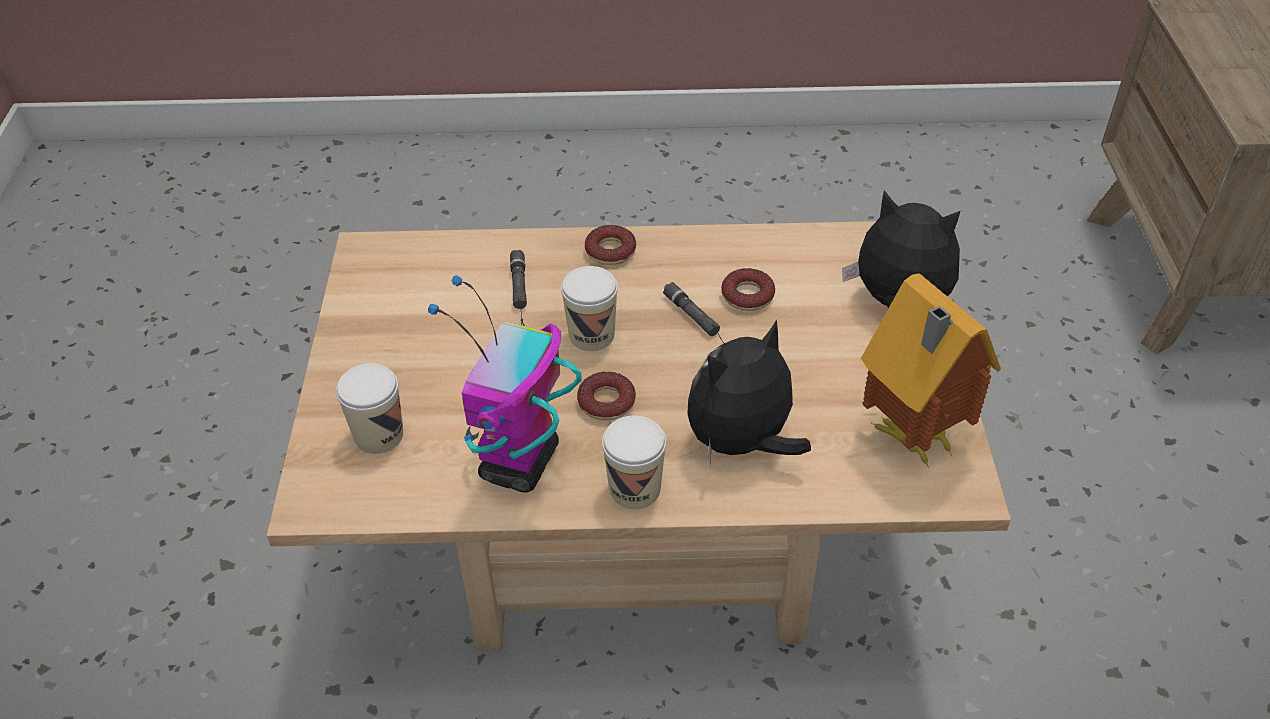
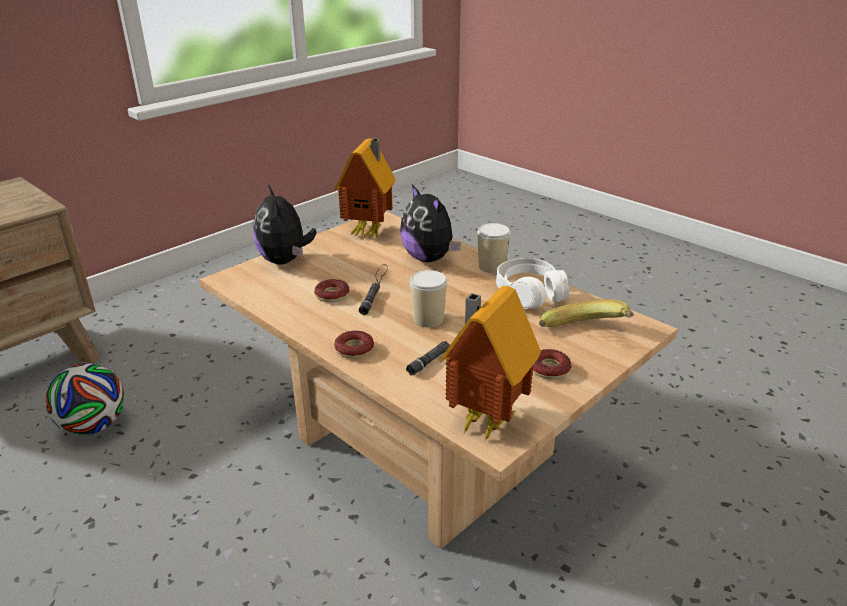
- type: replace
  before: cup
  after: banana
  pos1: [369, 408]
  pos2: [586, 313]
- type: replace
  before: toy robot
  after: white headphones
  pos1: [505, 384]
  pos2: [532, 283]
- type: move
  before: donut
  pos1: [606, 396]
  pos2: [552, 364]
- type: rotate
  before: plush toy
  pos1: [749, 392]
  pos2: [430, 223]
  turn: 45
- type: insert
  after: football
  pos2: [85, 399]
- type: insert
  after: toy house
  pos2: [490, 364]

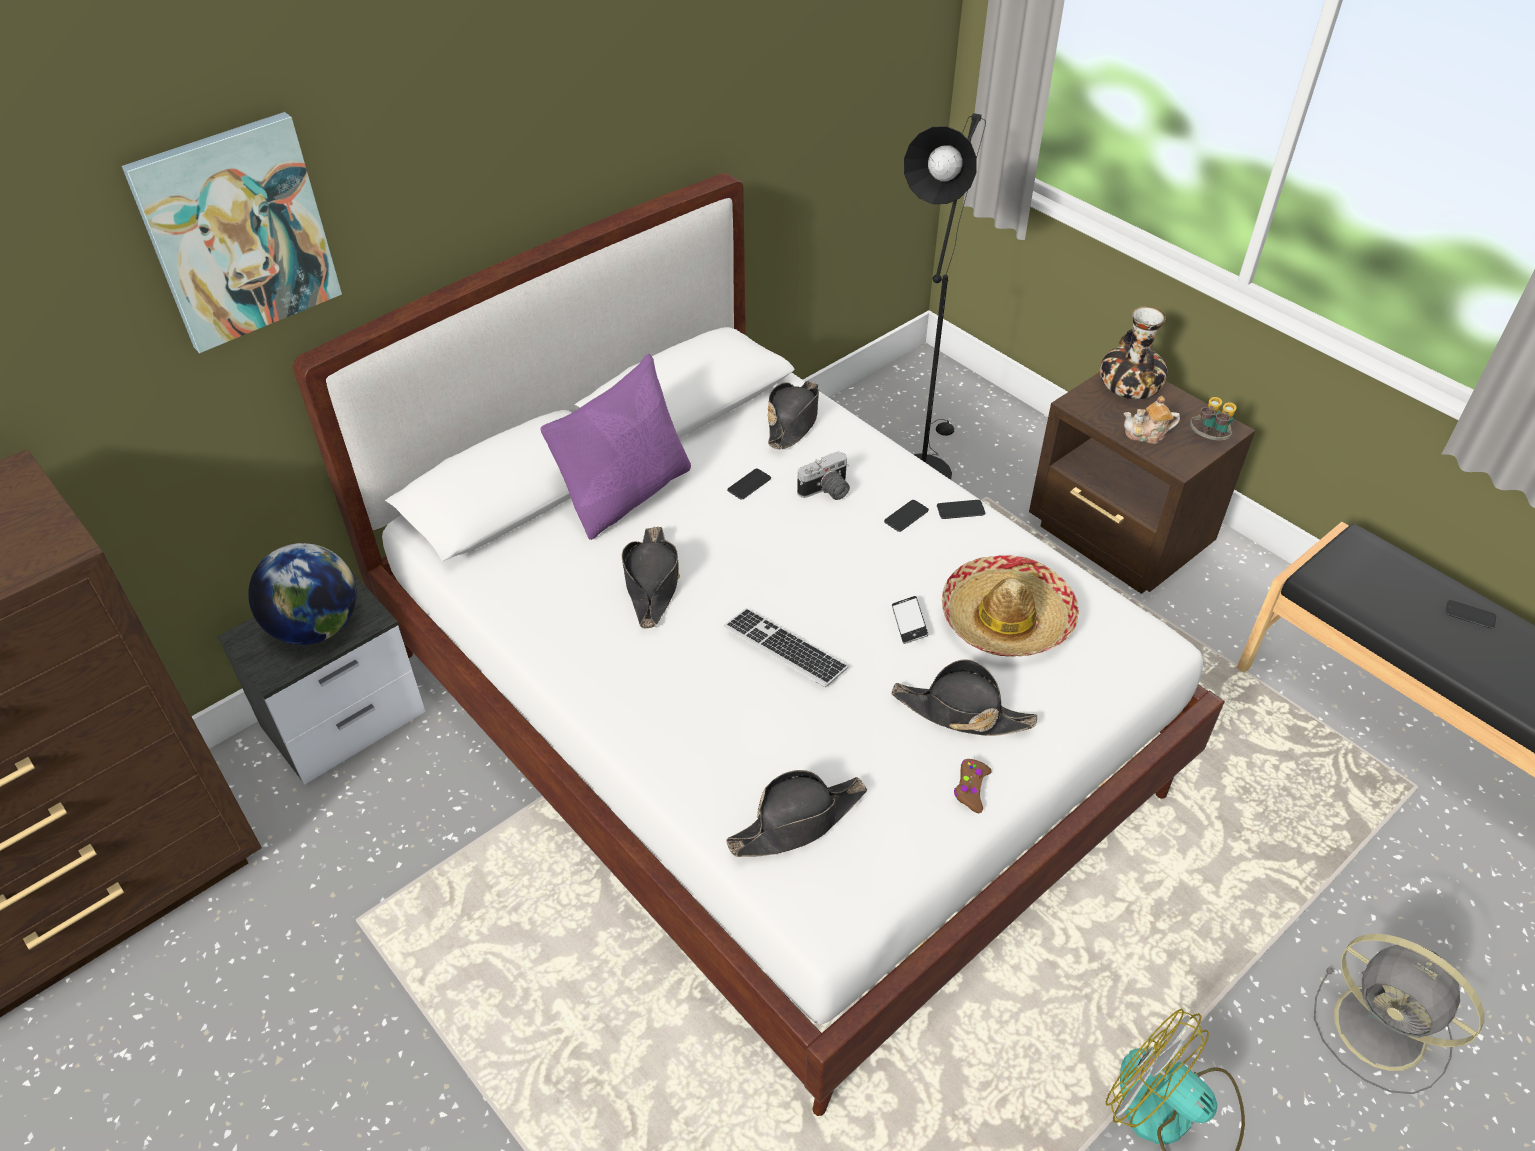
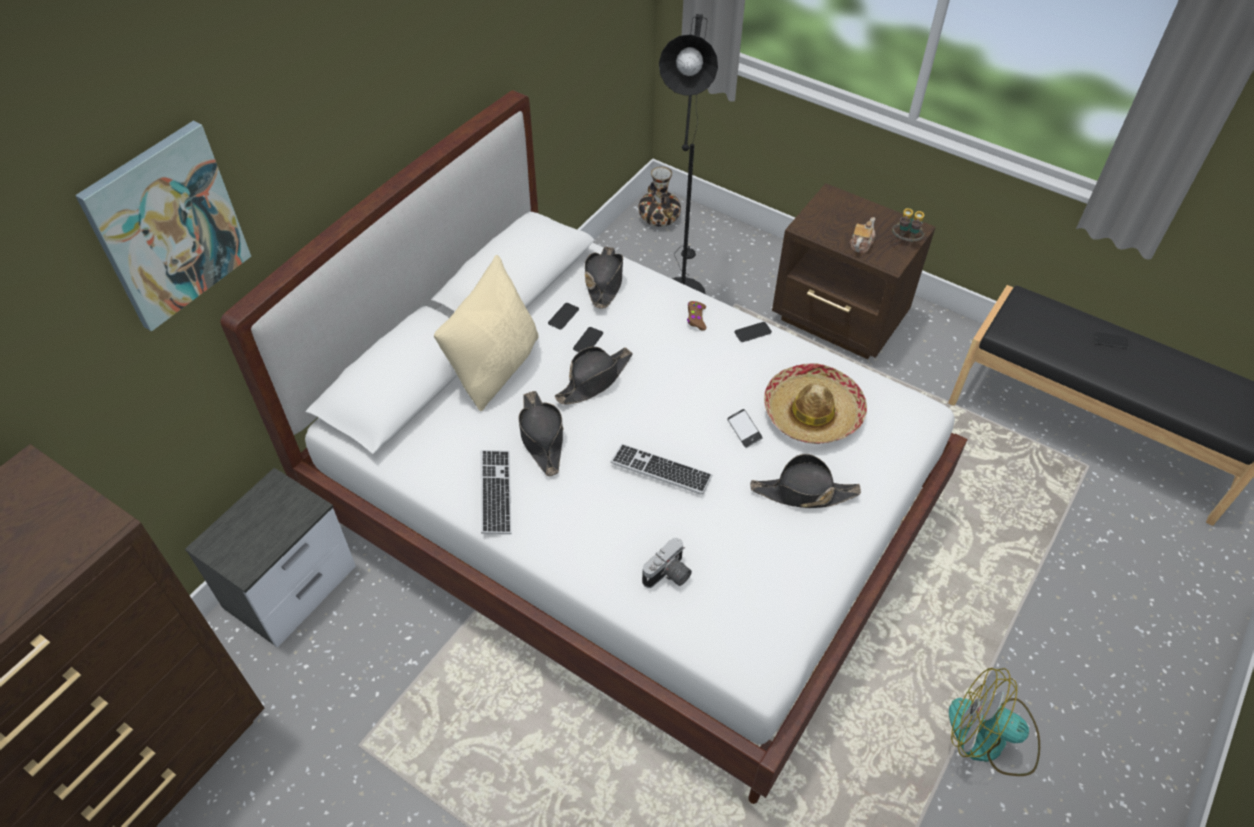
- type: delete
  before: globe
  pos1: [302, 594]
- type: recolor
  before: purple pillow
  after: beige pillow
  pos1: [615, 447]
  pos2: [486, 333]
- type: move
  before: black hat
  pos1: [796, 813]
  pos2: [594, 376]
- type: move
  before: photo camera
  pos1: [823, 475]
  pos2: [667, 562]
- type: move
  before: phone
  pos1: [906, 516]
  pos2: [563, 316]
- type: move
  before: brown game controller
  pos1: [973, 786]
  pos2: [696, 316]
- type: move
  before: vase
  pos1: [1133, 352]
  pos2: [659, 196]
- type: rotate
  before: teapot
  pos1: [1152, 420]
  pos2: [862, 235]
  turn: 135
- type: delete
  before: grey fan
  pos1: [1399, 1014]
- type: insert
  after: keyboard
  pos2: [496, 492]

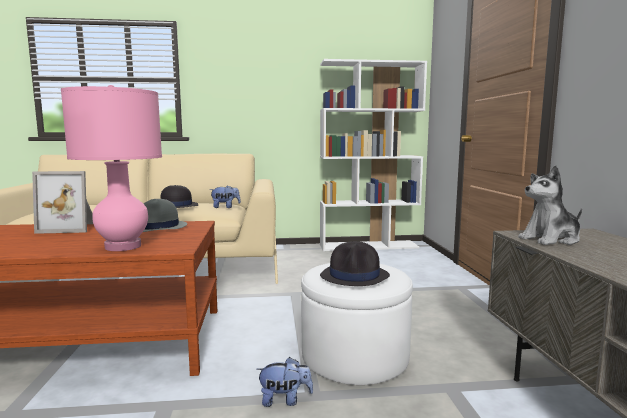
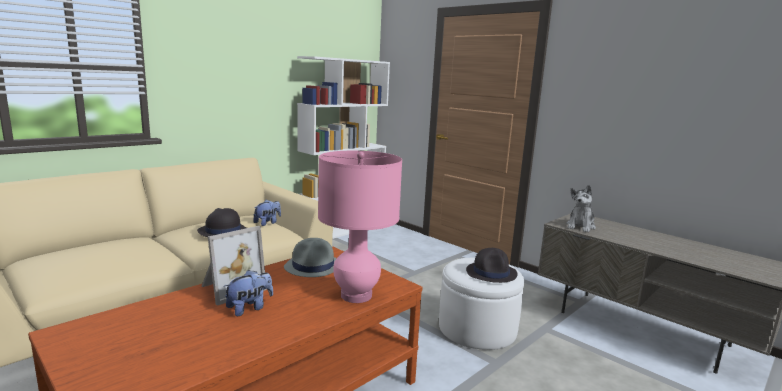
- type: move
  before: plush toy
  pos1: [284, 382]
  pos2: [248, 293]

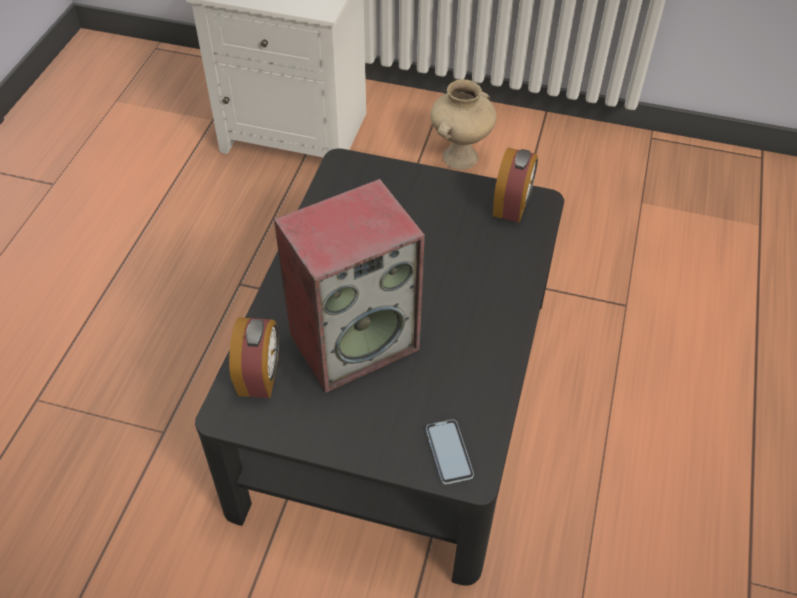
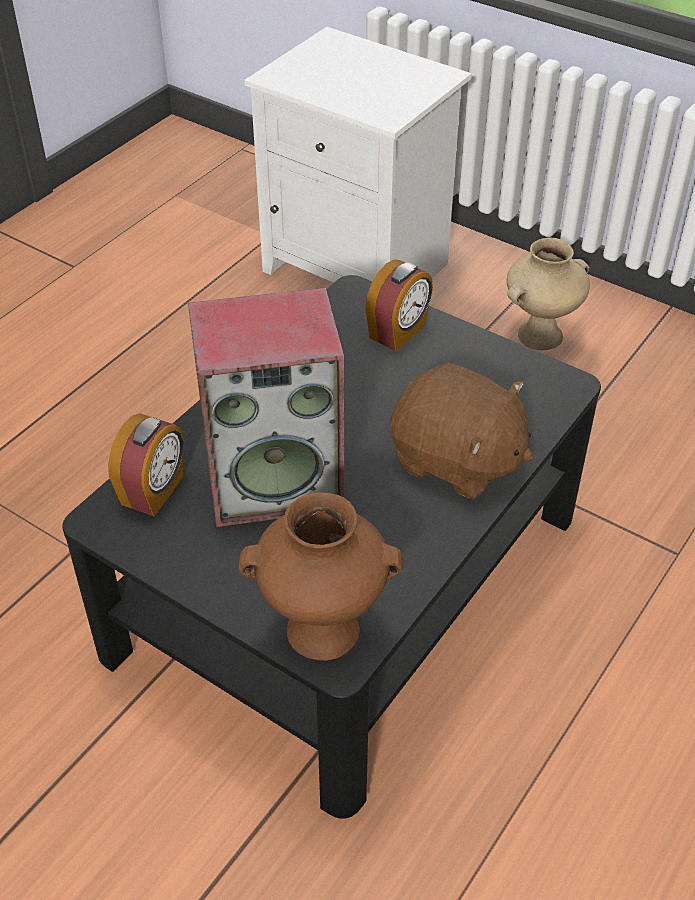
- type: replace
  before: phone
  after: brown vase
  pos1: [450, 452]
  pos2: [320, 577]
- type: move
  before: alarm clock
  pos1: [515, 185]
  pos2: [399, 305]
- type: insert
  after: brown plush toy
  pos2: [462, 431]

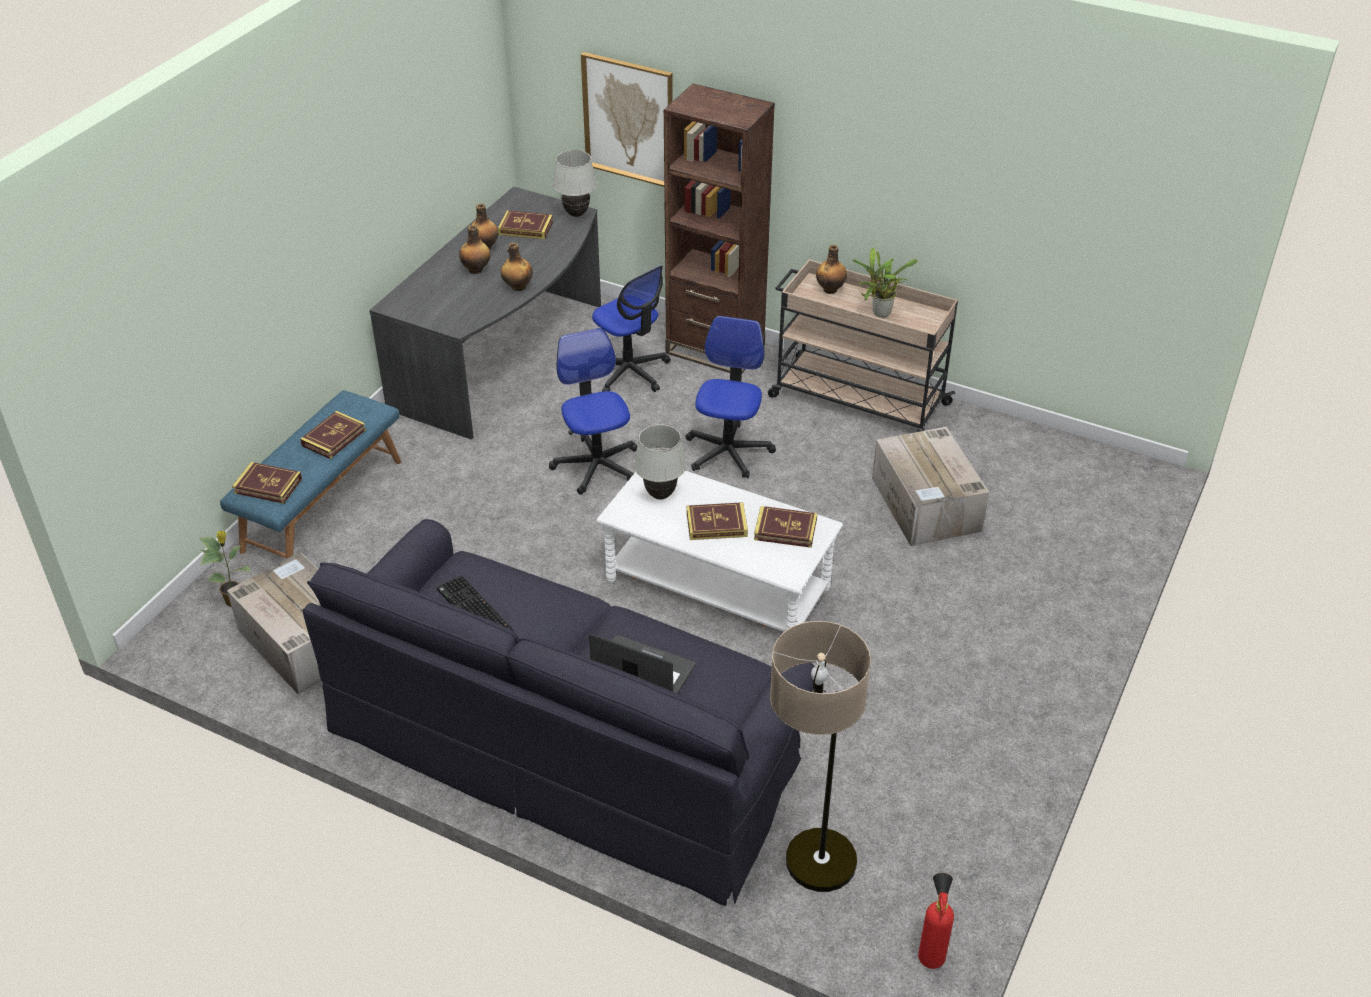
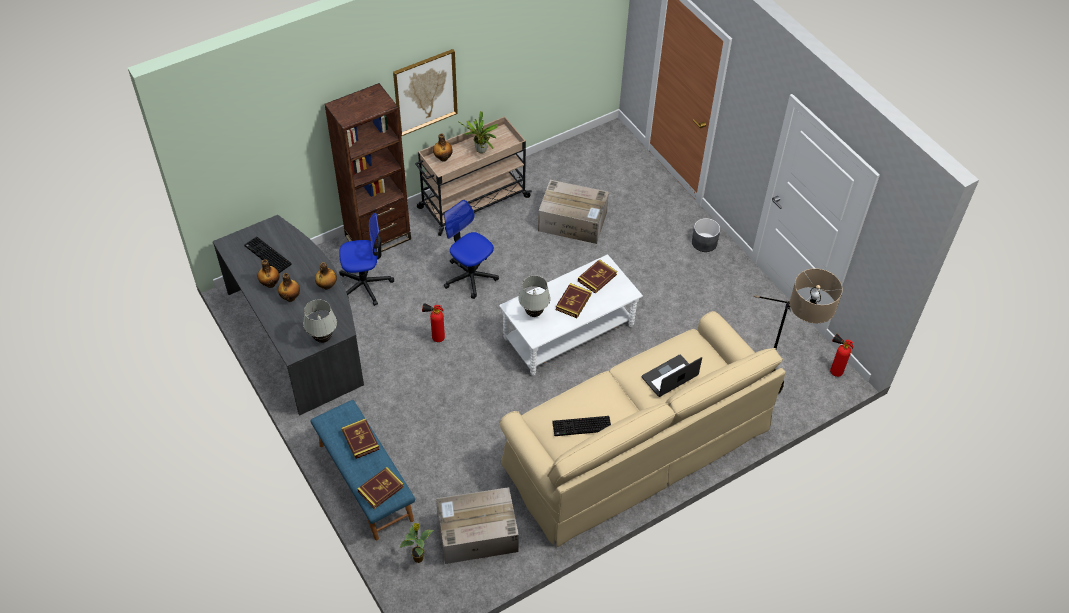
- type: recolor
  before: black sofa
  after: beige sofa
  pos1: [559, 712]
  pos2: [642, 429]
- type: replace
  before: book
  after: keyboard
  pos1: [525, 224]
  pos2: [268, 254]
- type: replace
  before: office chair
  after: fire extinguisher
  pos1: [593, 411]
  pos2: [433, 322]
- type: move
  before: white table lamp
  pos1: [575, 183]
  pos2: [320, 321]
- type: move
  before: picture
  pos1: [627, 119]
  pos2: [425, 92]
- type: insert
  after: grey planter
  pos2: [706, 235]

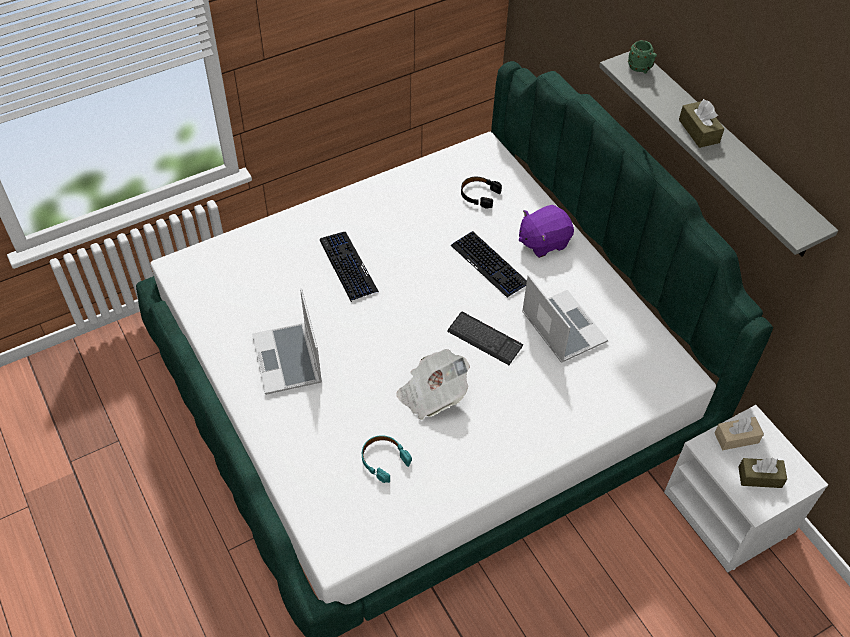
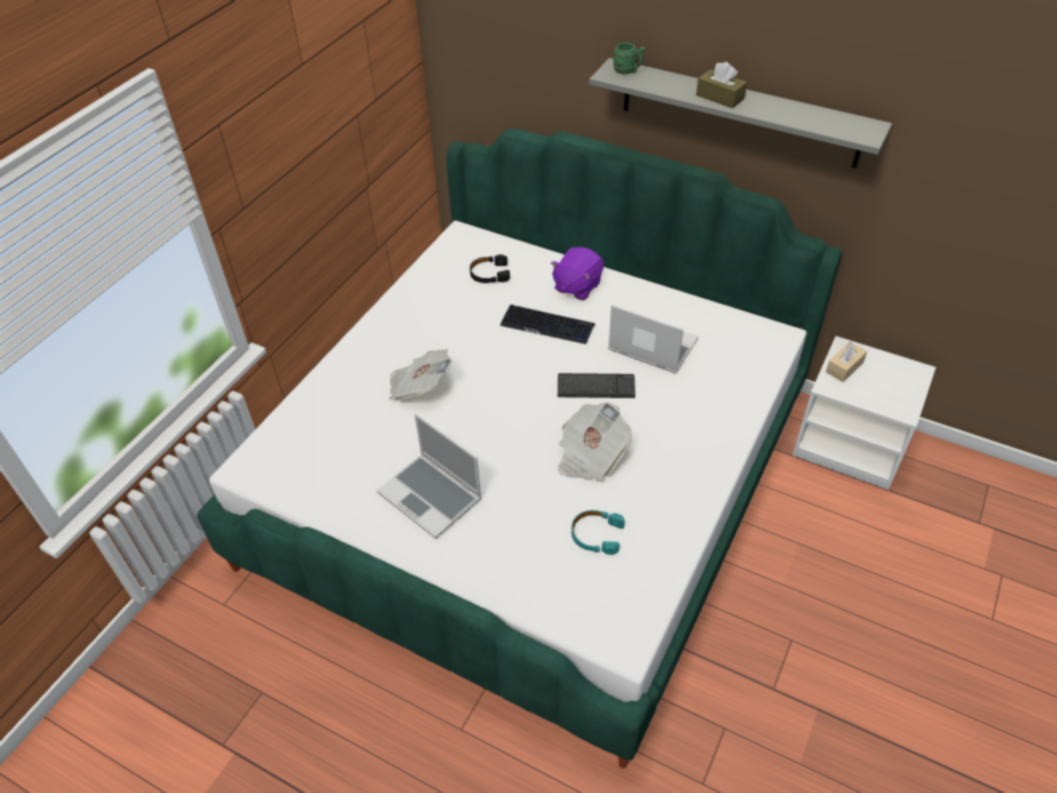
- type: replace
  before: keyboard
  after: newspaper
  pos1: [349, 267]
  pos2: [421, 374]
- type: delete
  before: brown tissue box
  pos1: [762, 473]

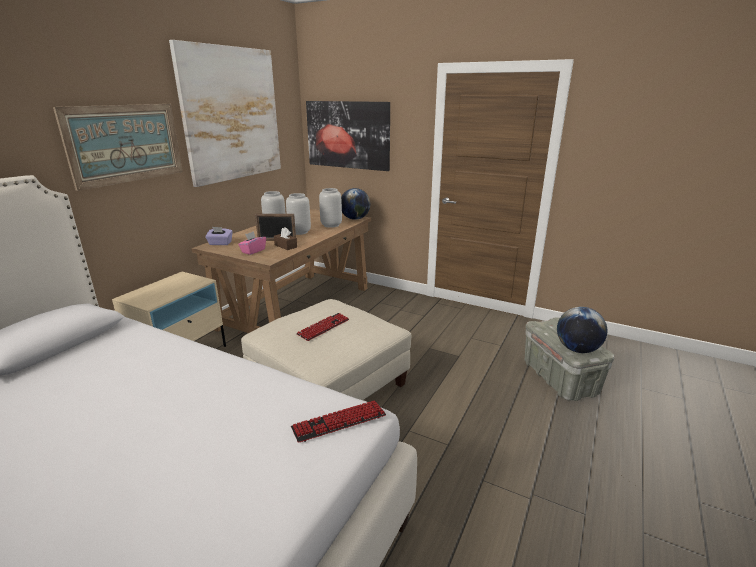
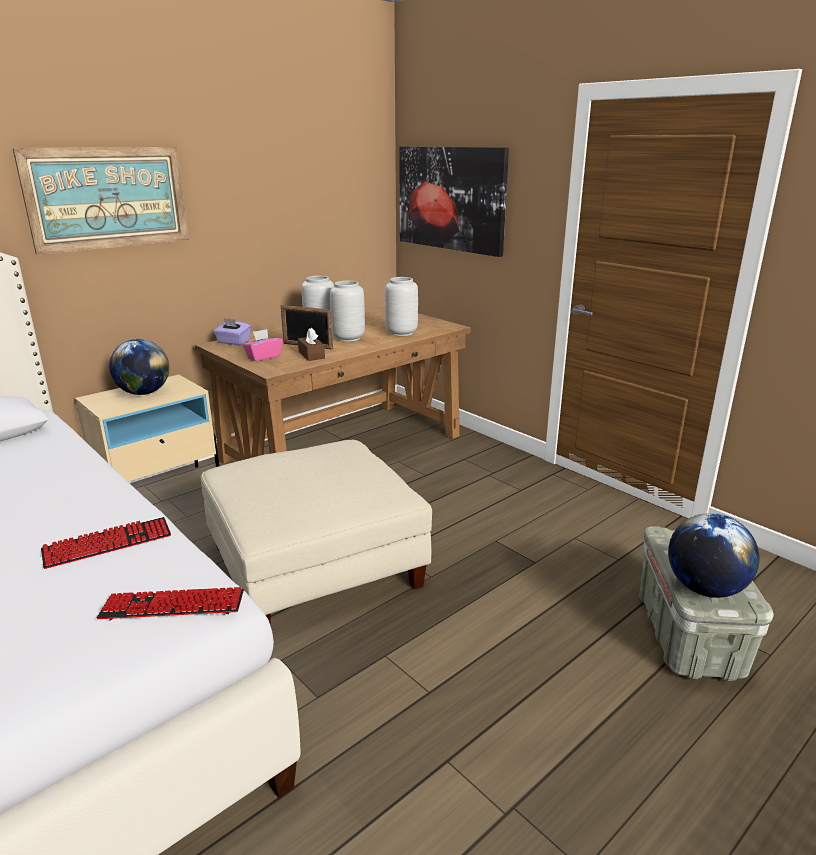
- type: delete
  before: picture
  pos1: [225, 113]
- type: move
  before: keyboard
  pos1: [323, 327]
  pos2: [106, 543]
- type: move
  before: globe
  pos1: [355, 204]
  pos2: [139, 367]

